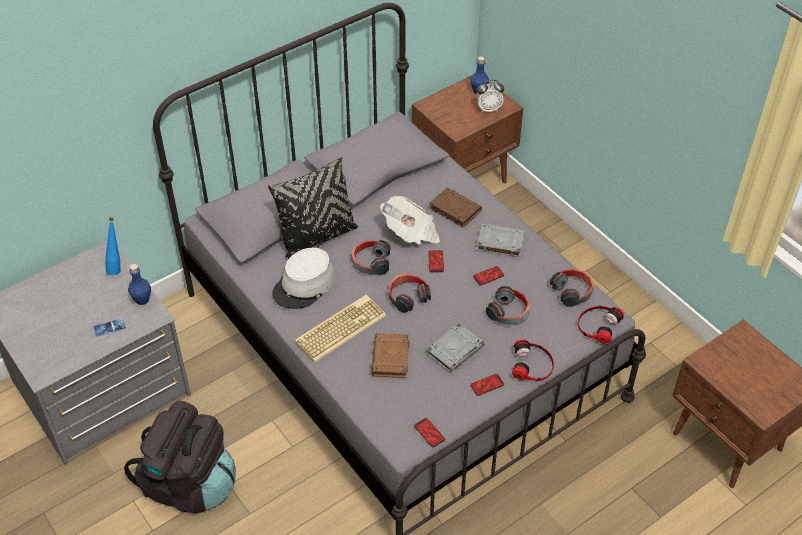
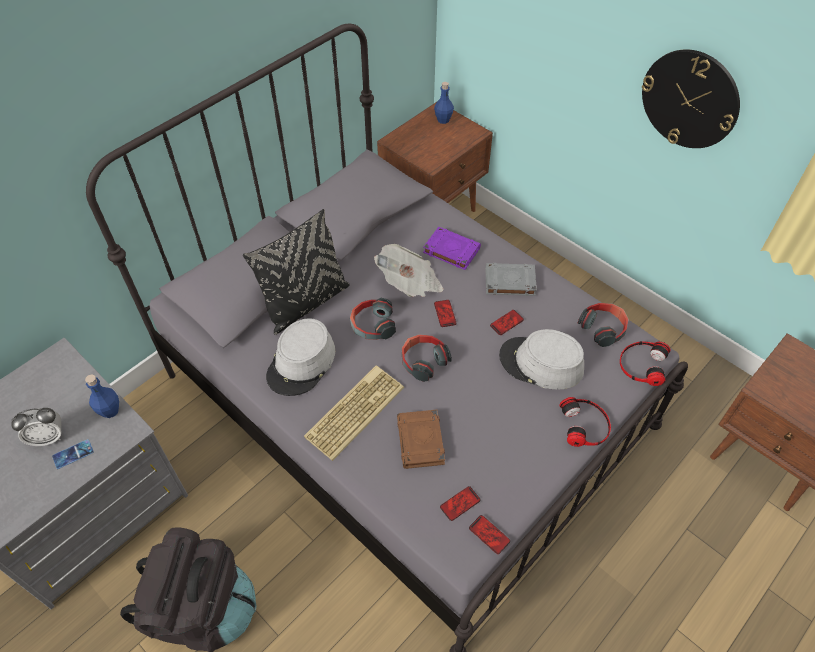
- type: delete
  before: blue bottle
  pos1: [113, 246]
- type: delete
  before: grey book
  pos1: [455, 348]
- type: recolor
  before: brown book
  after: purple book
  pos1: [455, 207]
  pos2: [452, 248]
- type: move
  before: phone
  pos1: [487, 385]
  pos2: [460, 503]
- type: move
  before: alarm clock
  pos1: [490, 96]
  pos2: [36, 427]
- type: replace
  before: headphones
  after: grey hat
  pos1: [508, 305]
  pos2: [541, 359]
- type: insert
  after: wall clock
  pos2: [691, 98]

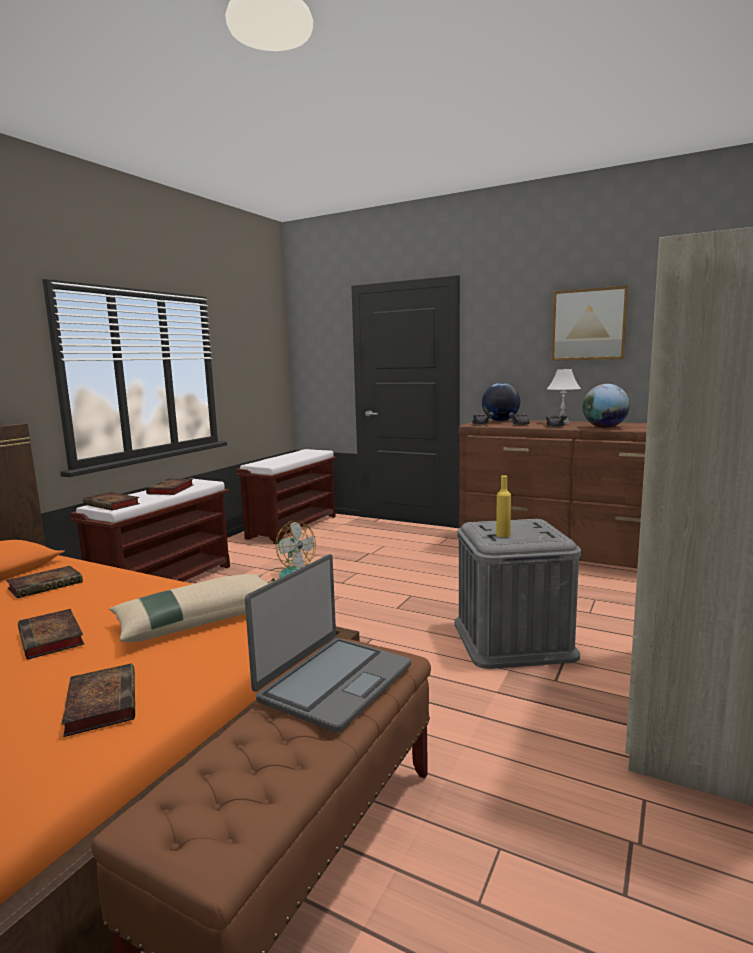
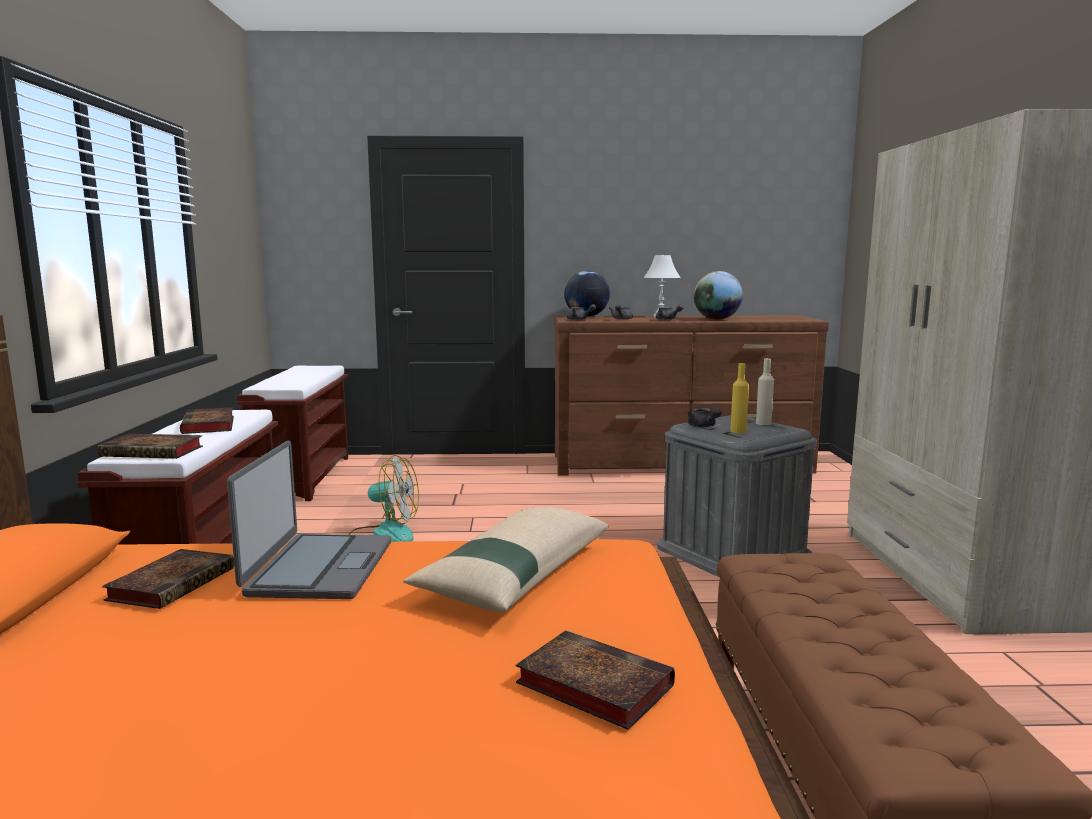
- type: delete
  before: book
  pos1: [51, 634]
- type: move
  before: laptop
  pos1: [328, 643]
  pos2: [309, 520]
- type: delete
  before: picture
  pos1: [589, 323]
- type: insert
  after: grey teapot
  pos2: [705, 417]
- type: insert
  after: beige bottle
  pos2: [765, 392]

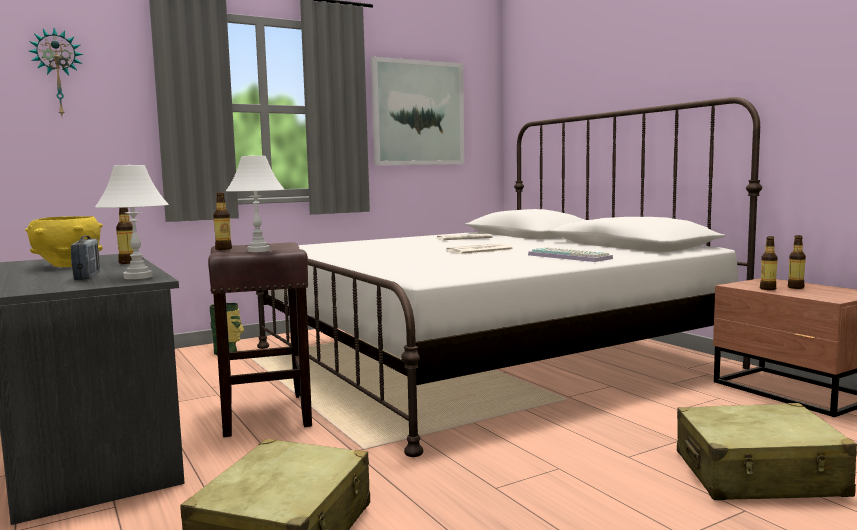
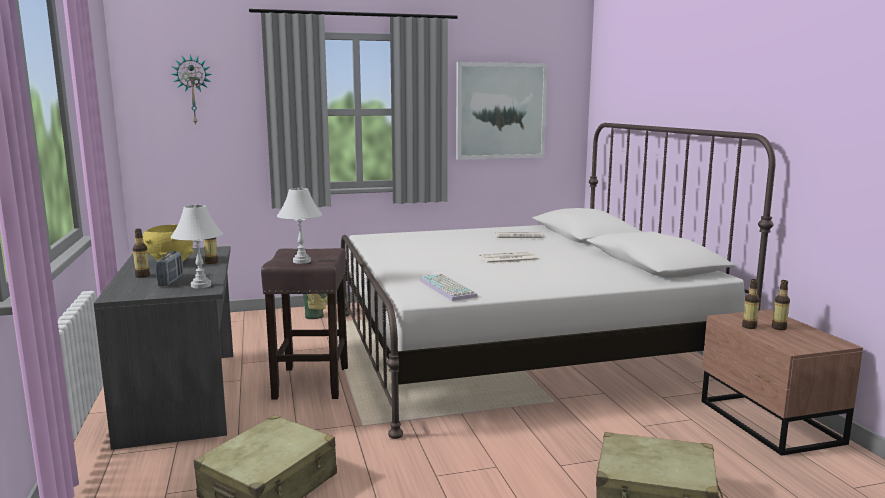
- type: move
  before: bottle
  pos1: [222, 221]
  pos2: [141, 253]
- type: move
  before: keyboard
  pos1: [570, 255]
  pos2: [449, 287]

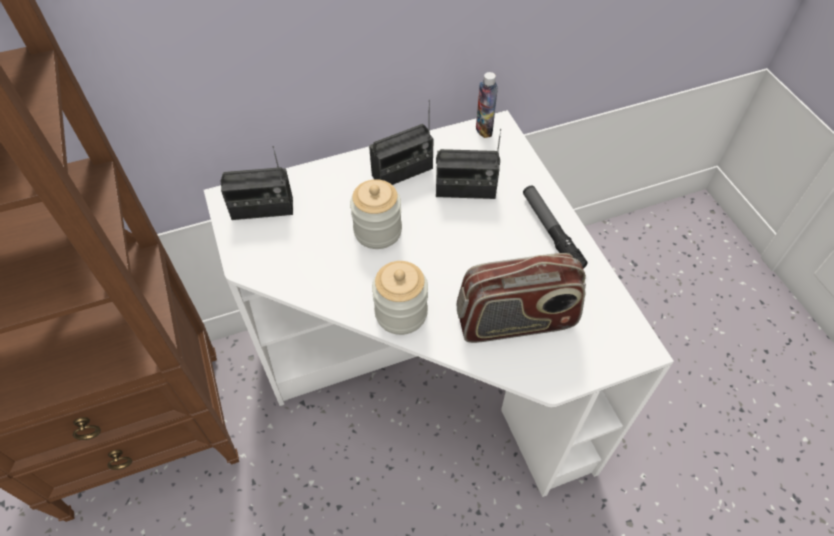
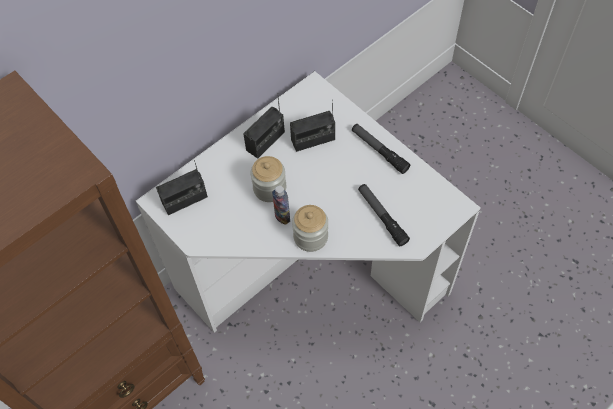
- type: replace
  before: radio
  after: flashlight
  pos1: [521, 298]
  pos2: [384, 215]
- type: move
  before: bottle
  pos1: [487, 105]
  pos2: [281, 205]

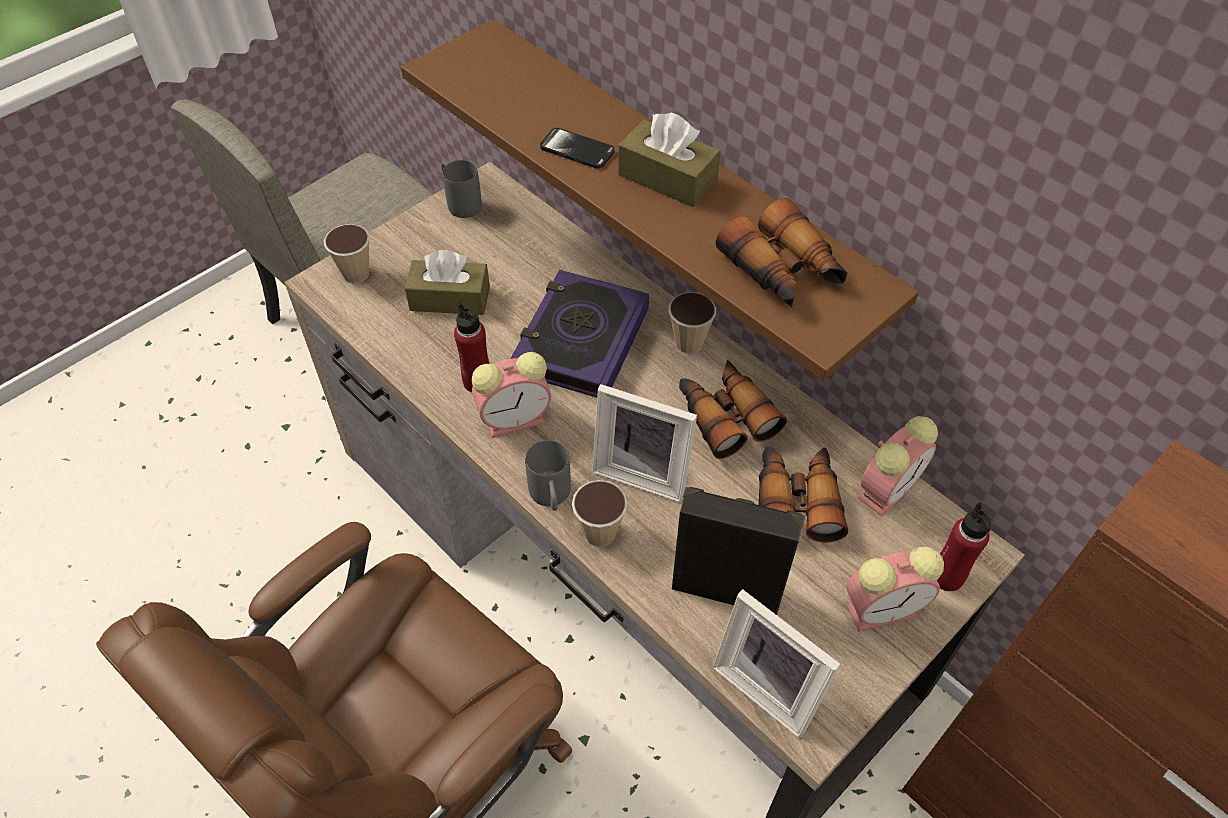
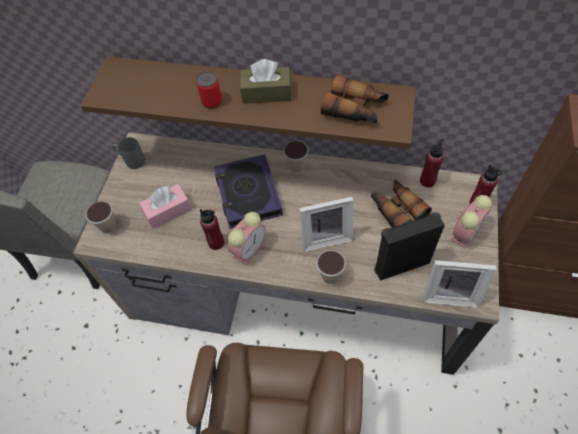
- type: recolor
  before: brown tissue box
  after: pink tissue box
  pos1: [447, 282]
  pos2: [165, 206]
- type: delete
  before: grey mug
  pos1: [548, 475]
- type: replace
  before: phone
  after: can
  pos1: [577, 148]
  pos2: [209, 90]
- type: delete
  before: binoculars
  pos1: [733, 409]
- type: replace
  before: alarm clock
  after: red bottle
  pos1: [898, 466]
  pos2: [432, 163]

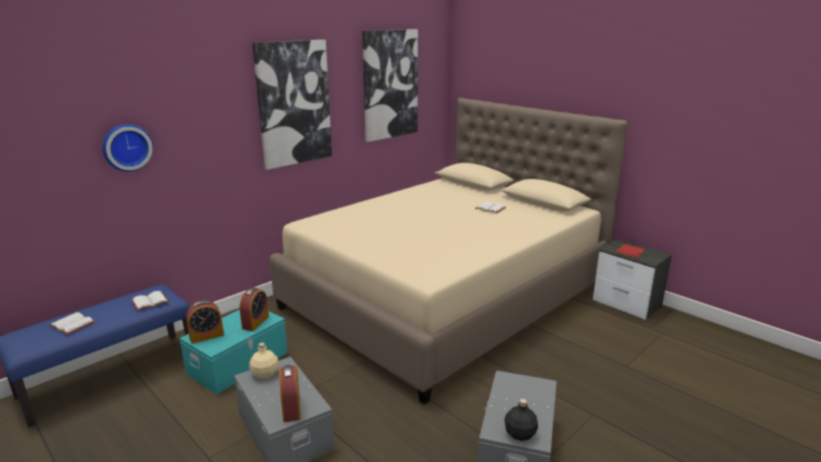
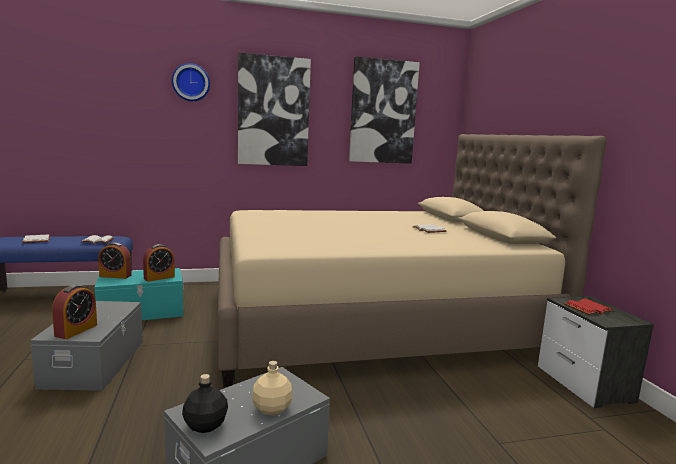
- type: move
  before: wall clock
  pos1: [127, 148]
  pos2: [191, 82]
- type: move
  before: beige bottle
  pos1: [264, 361]
  pos2: [272, 388]

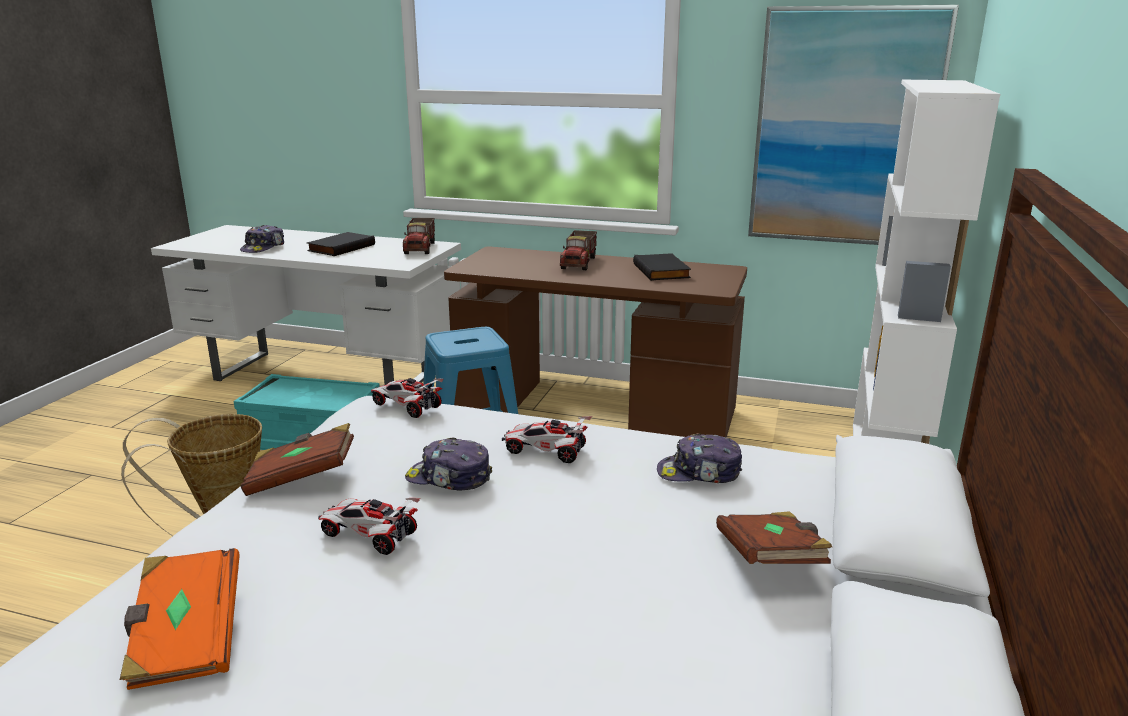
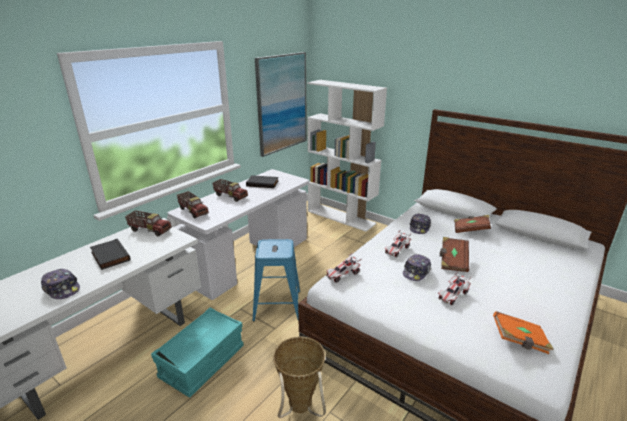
- type: move
  before: brown book
  pos1: [297, 459]
  pos2: [454, 254]
- type: recolor
  before: brown desk
  after: white desk
  pos1: [595, 342]
  pos2: [238, 234]
- type: insert
  after: toy truck
  pos2: [193, 204]

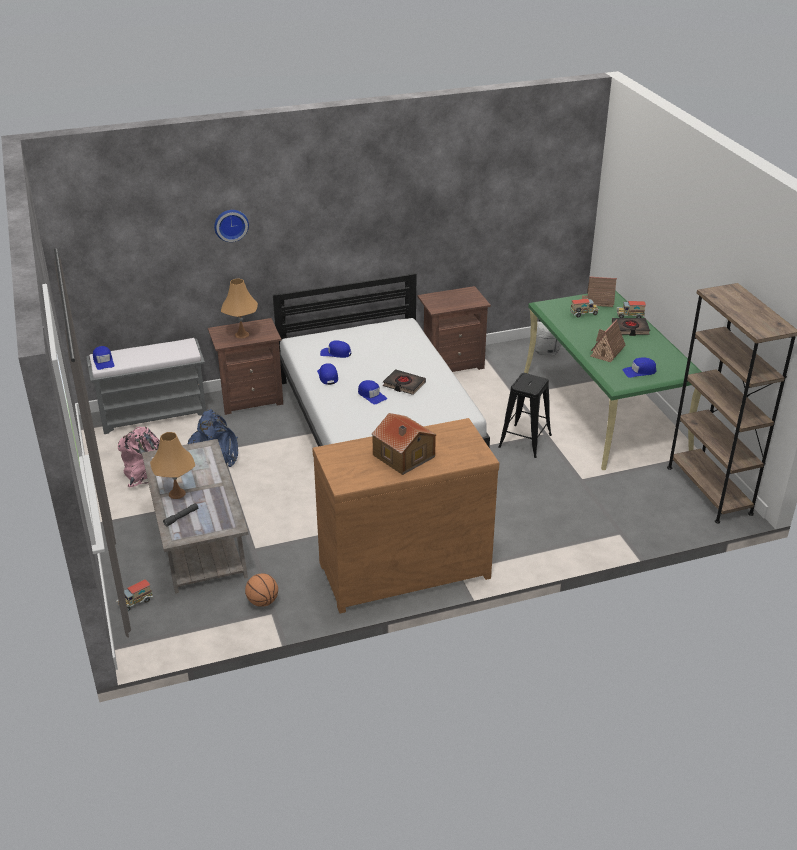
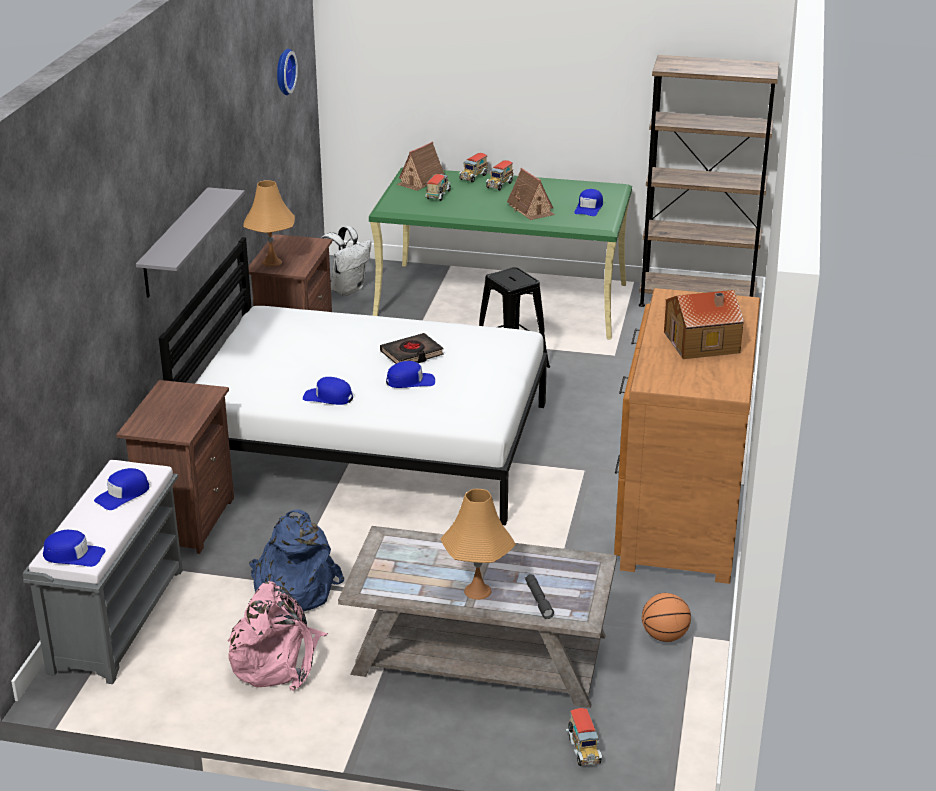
- type: move
  before: wall clock
  pos1: [231, 226]
  pos2: [287, 72]
- type: move
  before: orange table lamp
  pos1: [239, 308]
  pos2: [269, 223]
- type: move
  before: blue cap
  pos1: [335, 349]
  pos2: [121, 489]
- type: replace
  before: black book
  after: toy truck
  pos1: [631, 327]
  pos2: [500, 175]
- type: insert
  after: grey shelf
  pos2: [190, 242]

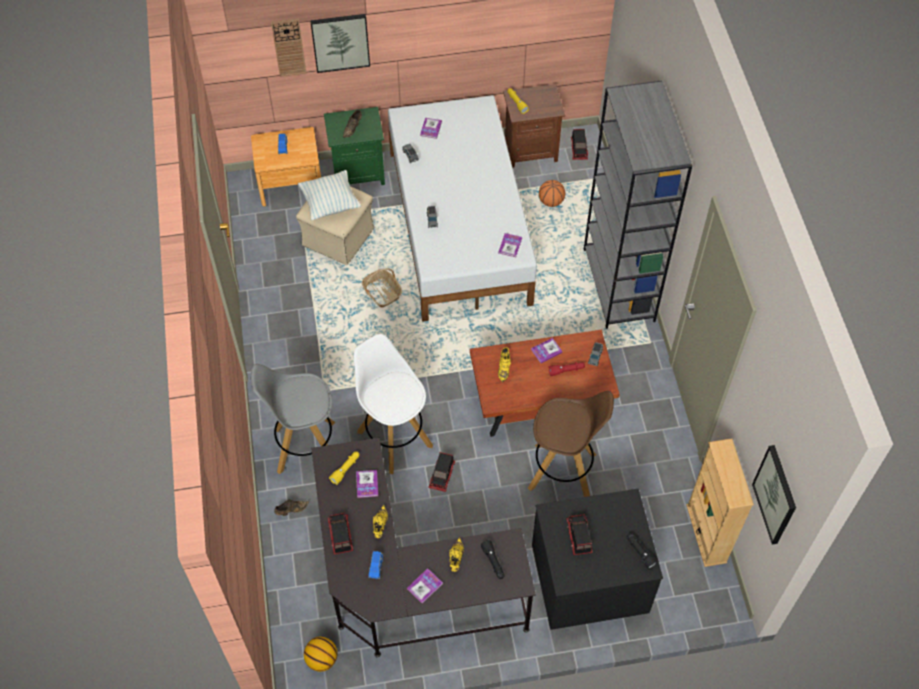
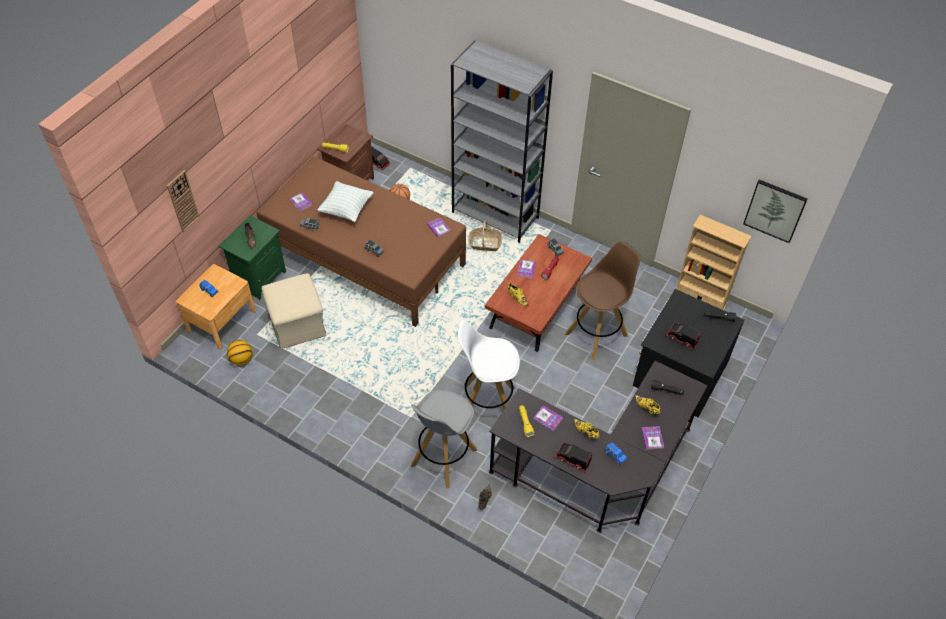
- type: move
  before: pillow
  pos1: [329, 195]
  pos2: [345, 201]
- type: move
  before: basketball
  pos1: [321, 654]
  pos2: [239, 352]
- type: delete
  before: picture
  pos1: [340, 43]
- type: move
  before: basket
  pos1: [382, 288]
  pos2: [485, 235]
- type: recolor
  before: white bed
  after: brown bed
  pos1: [462, 208]
  pos2: [361, 241]
- type: delete
  before: toy truck
  pos1: [441, 472]

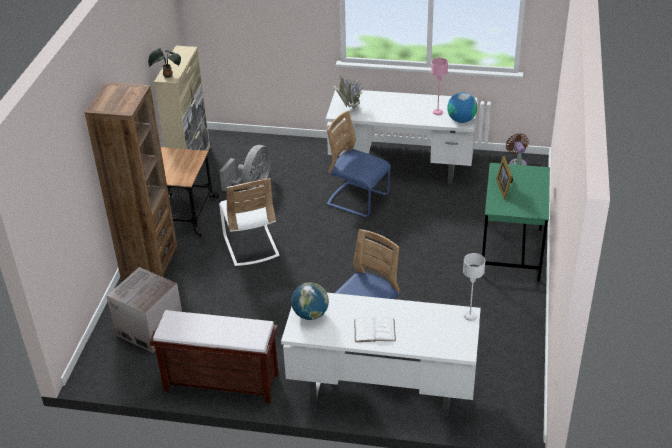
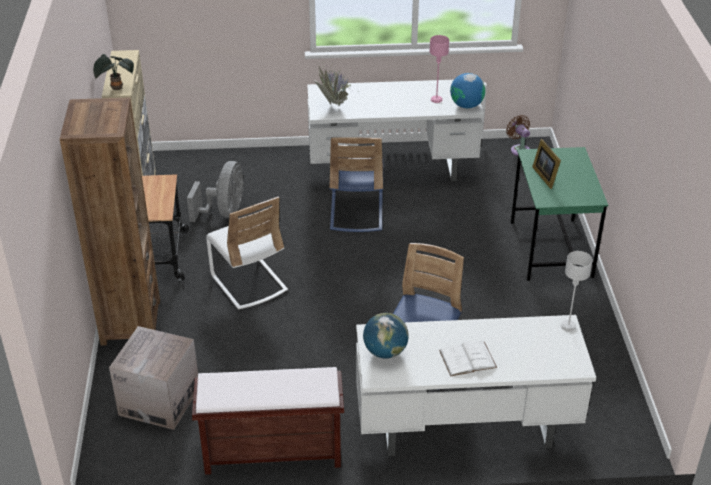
- type: rotate
  before: blue chair
  pos1: [359, 164]
  pos2: [356, 184]
  turn: -105

